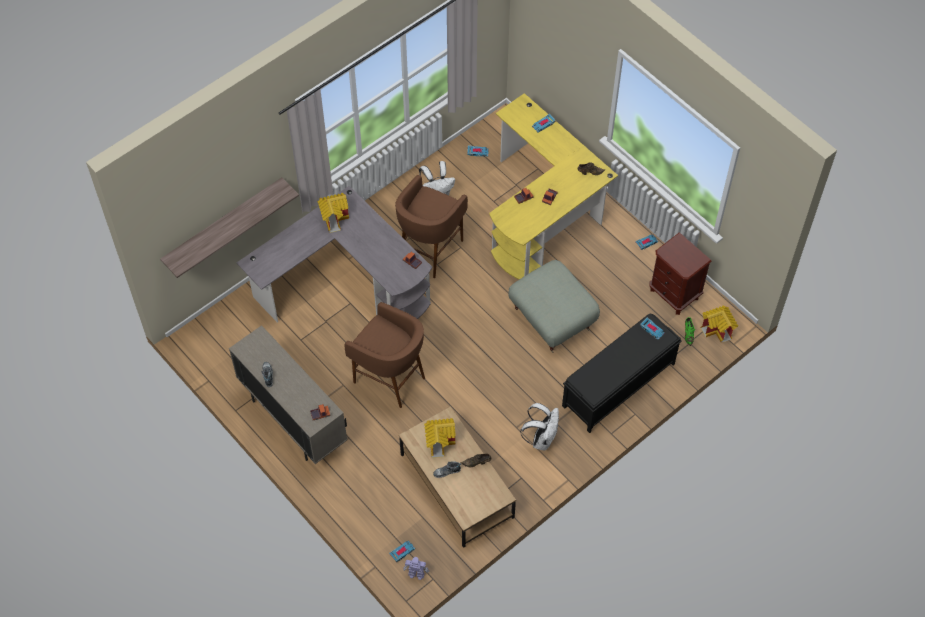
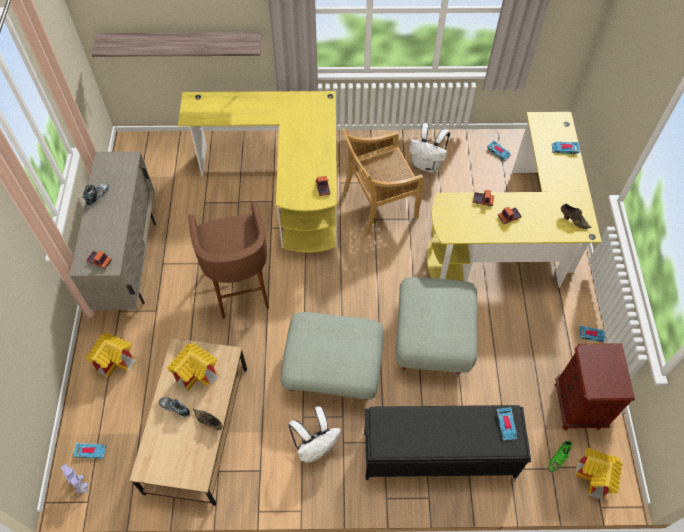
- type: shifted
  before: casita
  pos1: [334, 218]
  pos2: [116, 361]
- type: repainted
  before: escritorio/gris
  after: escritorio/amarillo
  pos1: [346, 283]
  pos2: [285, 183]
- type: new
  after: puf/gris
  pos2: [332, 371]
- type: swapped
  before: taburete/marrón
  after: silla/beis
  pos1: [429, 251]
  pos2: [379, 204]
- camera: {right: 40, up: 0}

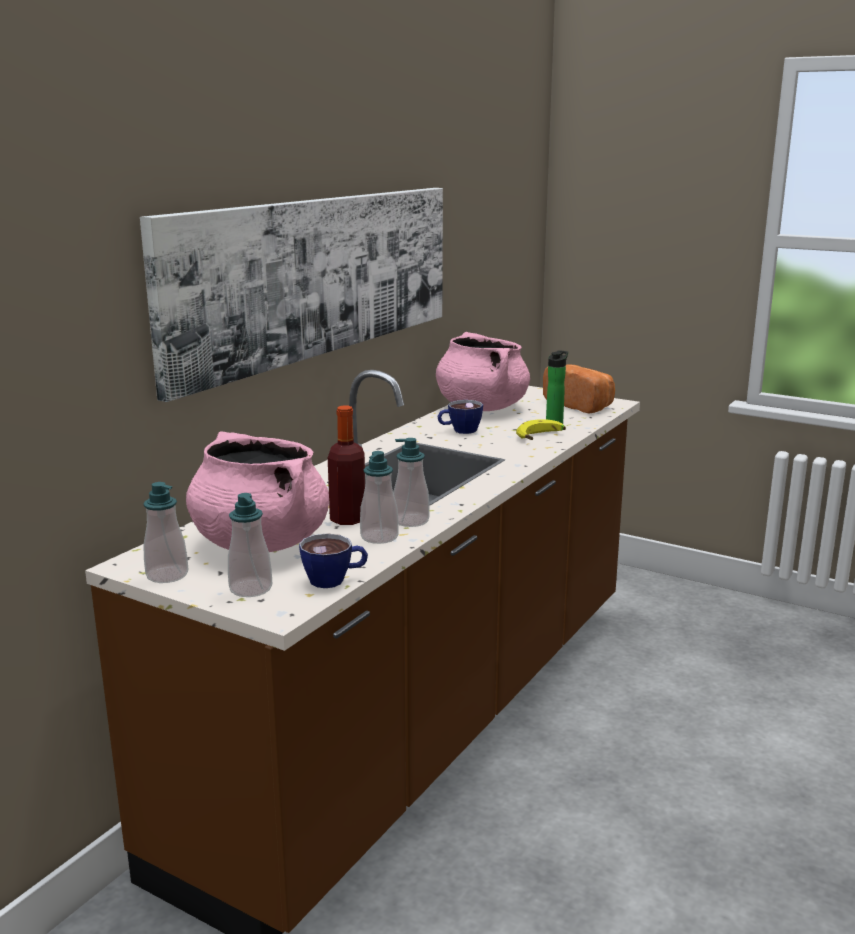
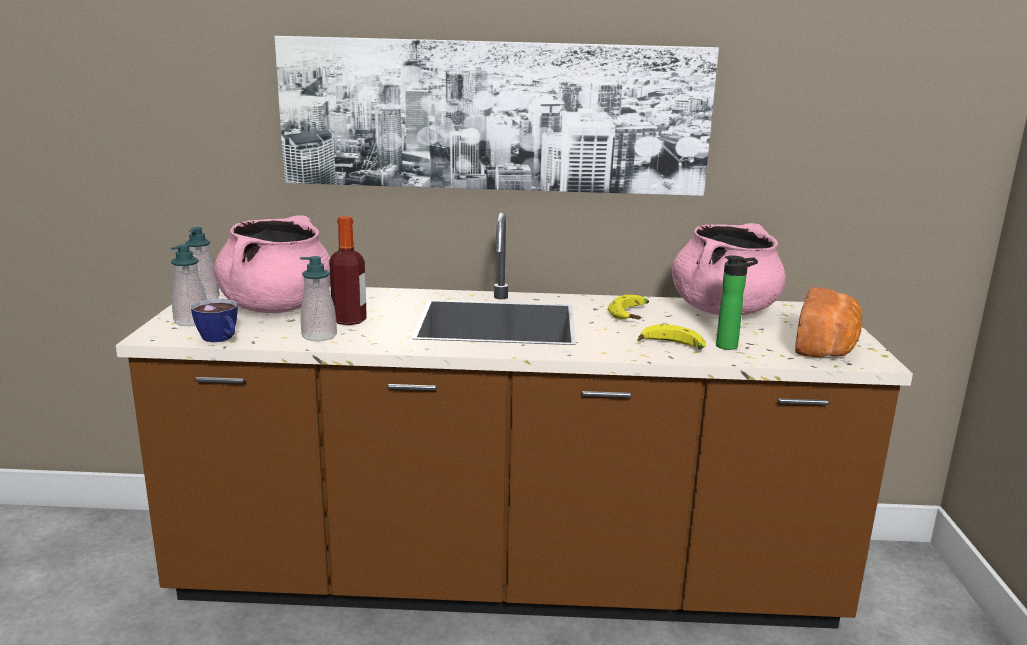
- type: swapped
  before: taza
  after: plátano
  pos1: [459, 431]
  pos2: [633, 315]
- type: gone
  before: dispensador de jabón
  pos1: [411, 521]
- camera: {right: 60, up: 0}

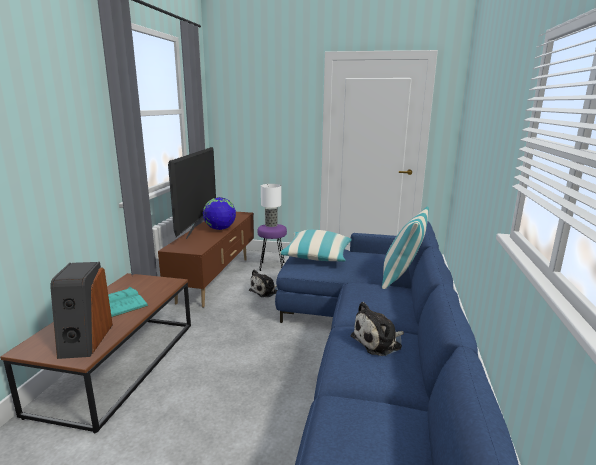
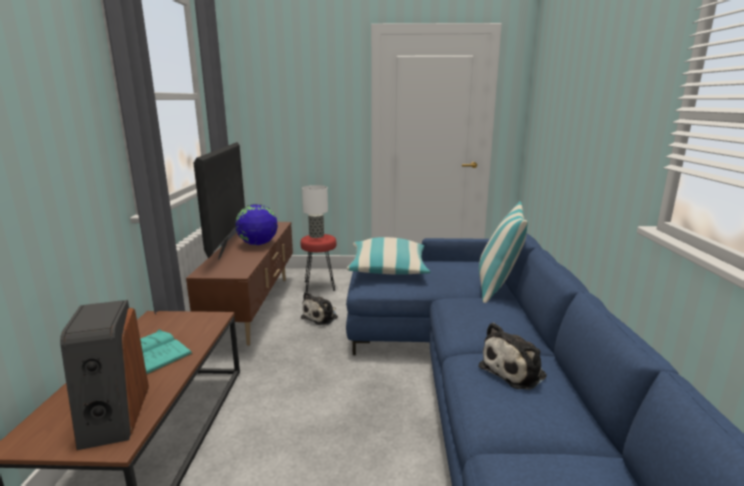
- type: repainted
  before: taburete/morado
  after: taburete/rojo
  pos1: [272, 266]
  pos2: [320, 286]
- camera: {right: -10, up: 0}

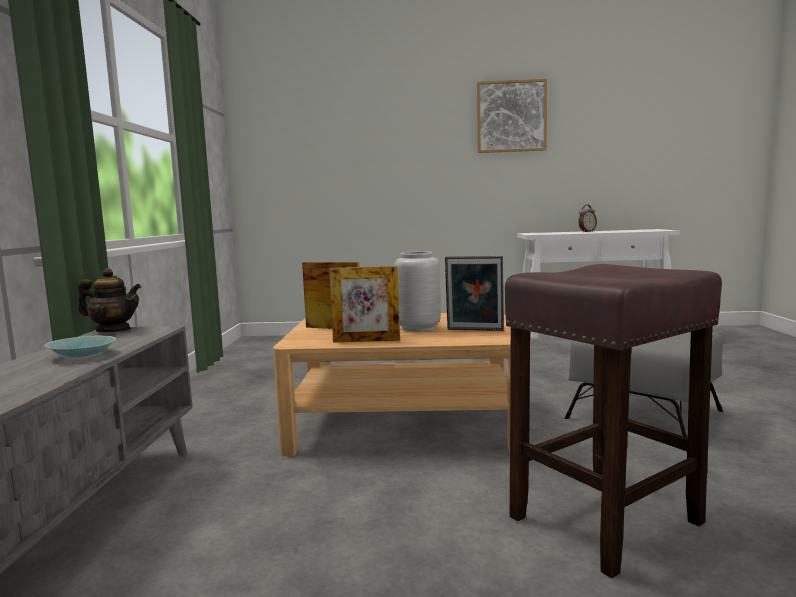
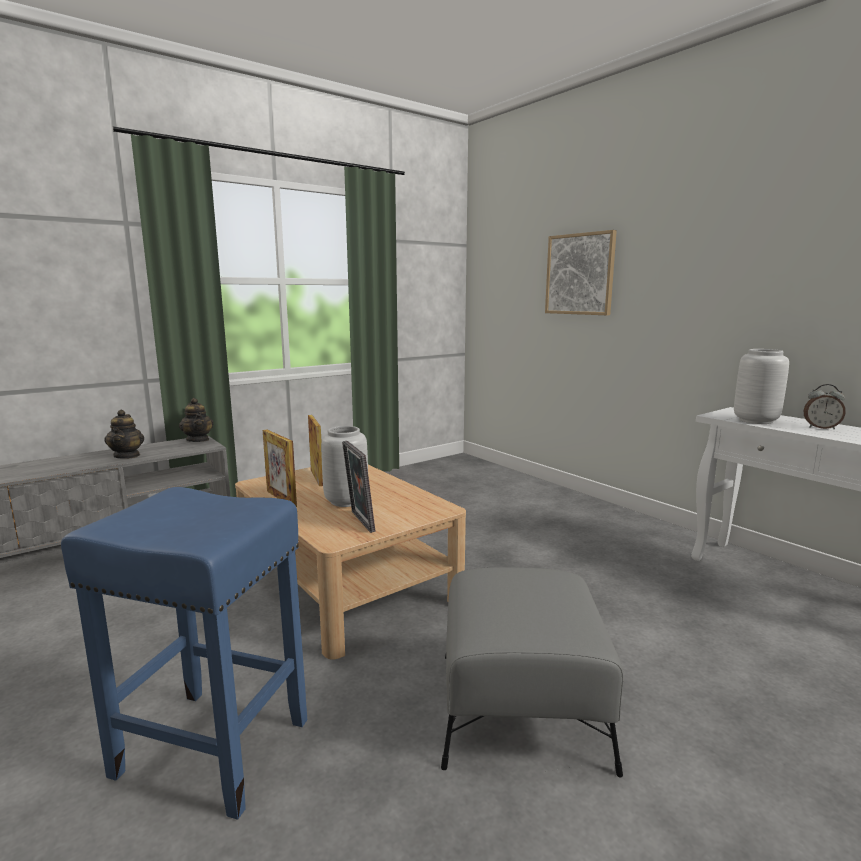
- type: repainted
  before: taburete/marrón
  after: taburete/azul
  pos1: [603, 521]
  pos2: [209, 747]
- type: swapped
  before: cuenco/turquesa
  after: tetera
  pos1: [83, 355]
  pos2: [127, 456]
- type: shifted
  before: cuadro
  pos1: [511, 116]
  pos2: [580, 274]
- type: new
  after: florero/gris
  pos2: [754, 420]
- camera: {right: 50, up: 5}

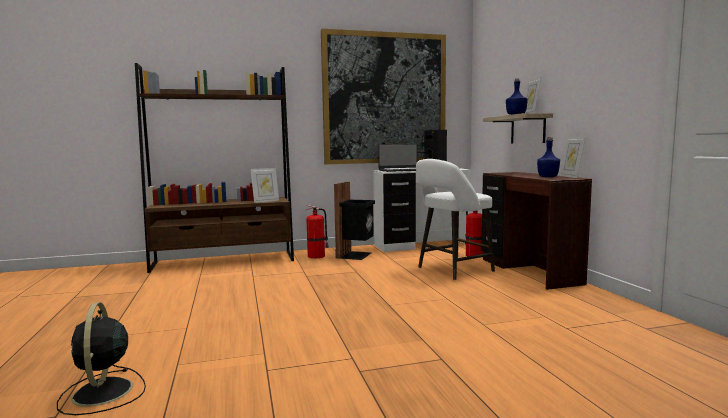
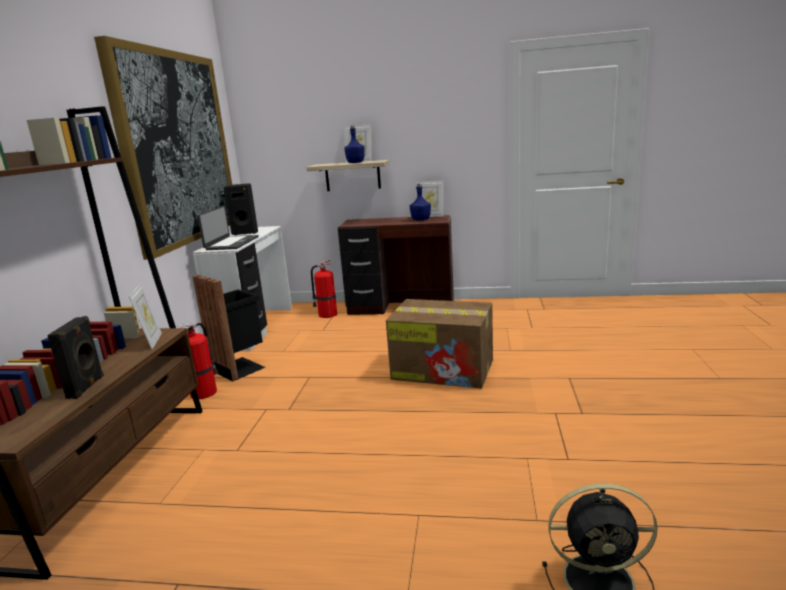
- type: new
  after: altavoz/negro
  pos2: [87, 387]
- type: new
  after: caja de cartón
  pos2: [444, 369]
- type: gone
  before: taburete/blanco
  pos1: [452, 270]
- camera: {right: -65, up: 10}

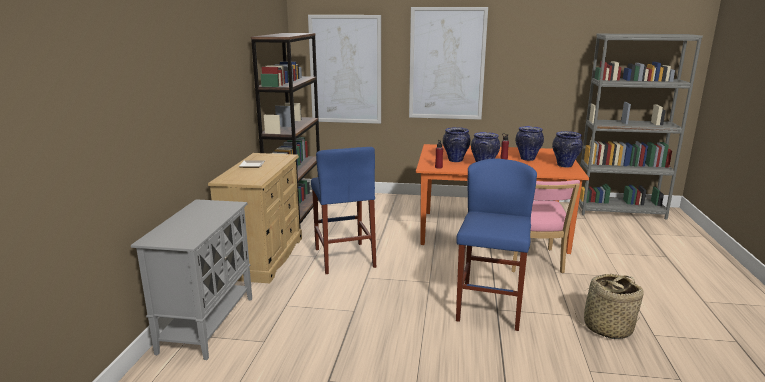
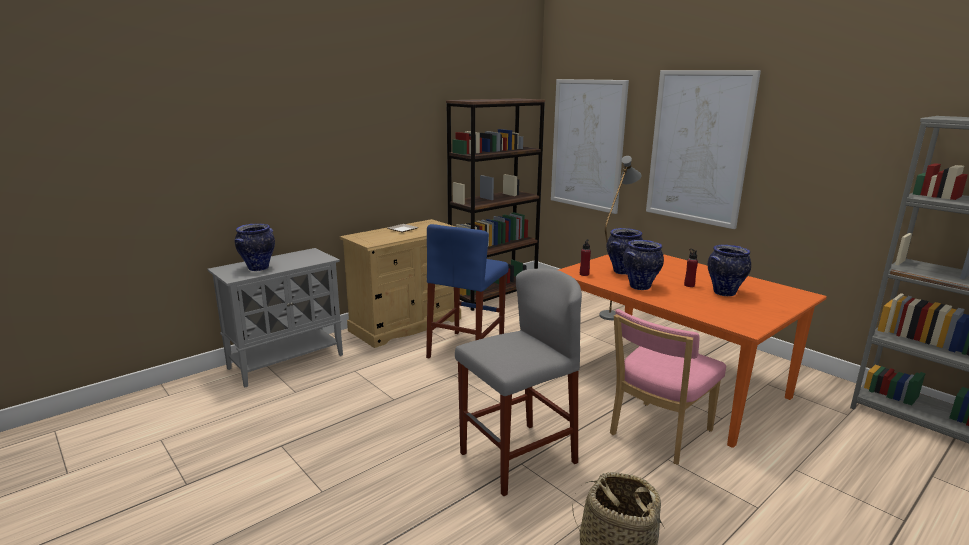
- type: shifted
  before: florero
  pos1: [565, 165]
  pos2: [258, 268]
- type: repainted
  before: taburete/azul
  after: taburete/gris
  pos1: [490, 307]
  pos2: [517, 457]
- type: new
  after: lámpara de pie/gris
  pos2: [612, 313]
- camera: {right: 40, up: 0}

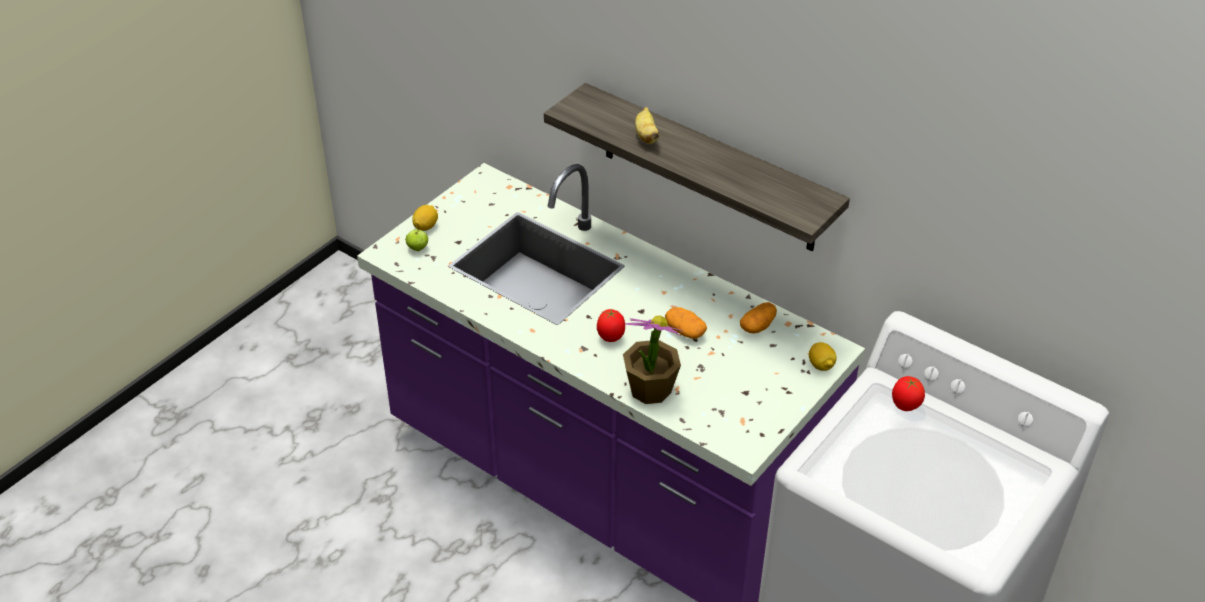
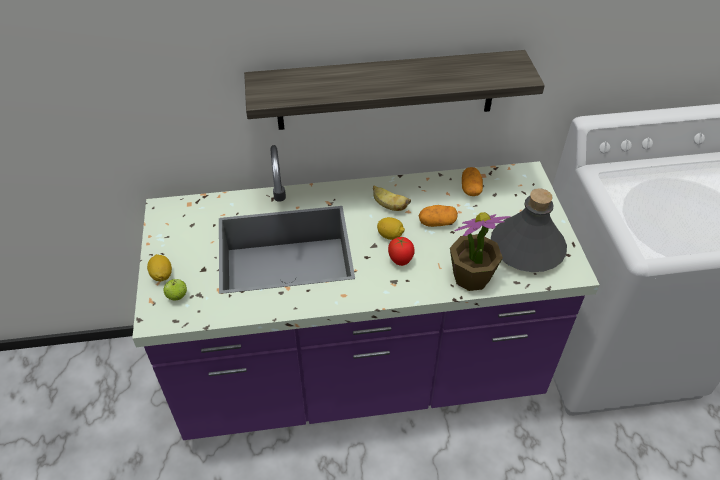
- type: shifted
  before: plátano
  pos1: [646, 136]
  pos2: [389, 206]
- type: shifted
  before: limón
  pos1: [821, 365]
  pos2: [390, 235]
- type: new
  after: botella/gris
  pos2: [526, 248]
- type: gone
  before: tomate
  pos1: [905, 406]
- camera: {right: -45, up: 5}

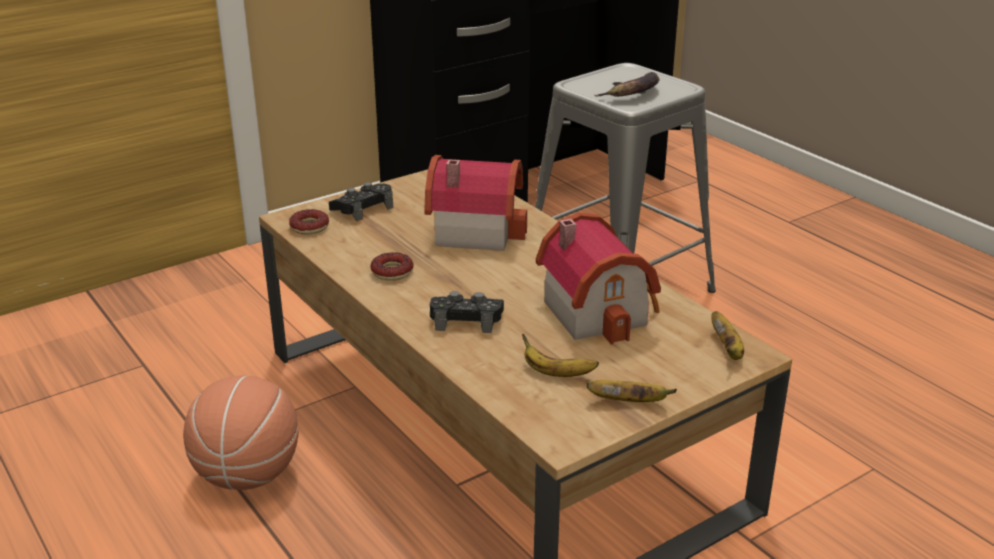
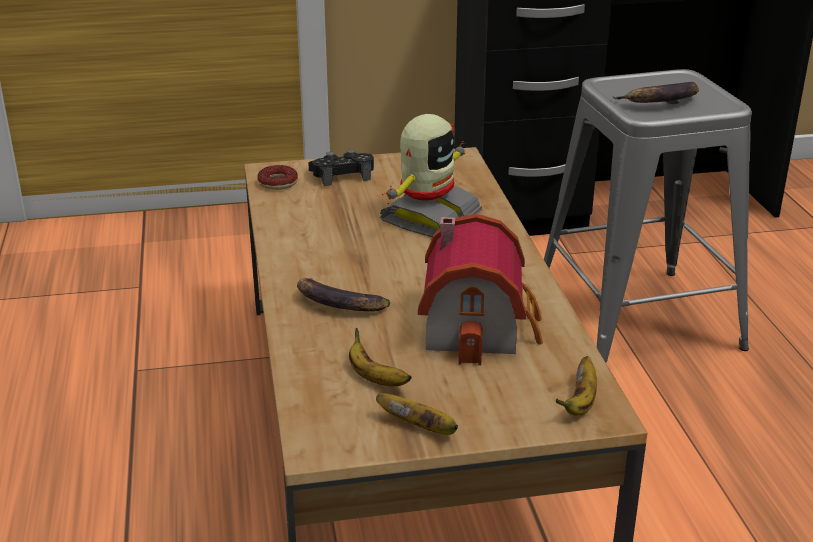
- type: swapped
  before: mando de consola/negro
  after: plátano
  pos1: [466, 320]
  pos2: [338, 303]
- type: swapped
  before: casita
  after: robot de juguete
  pos1: [474, 229]
  pos2: [428, 217]
- type: gone
  before: balón de baloncesto
  pos1: [248, 474]
- type: gone
  before: rosquilla
  pos1: [392, 272]
- camera: {right: 25, up: 0}

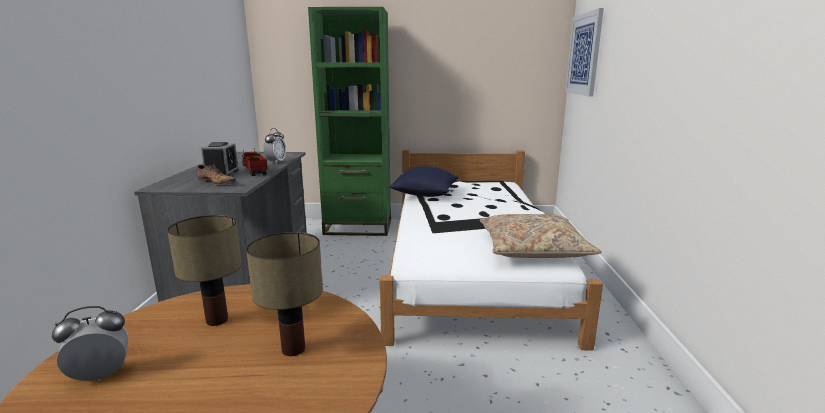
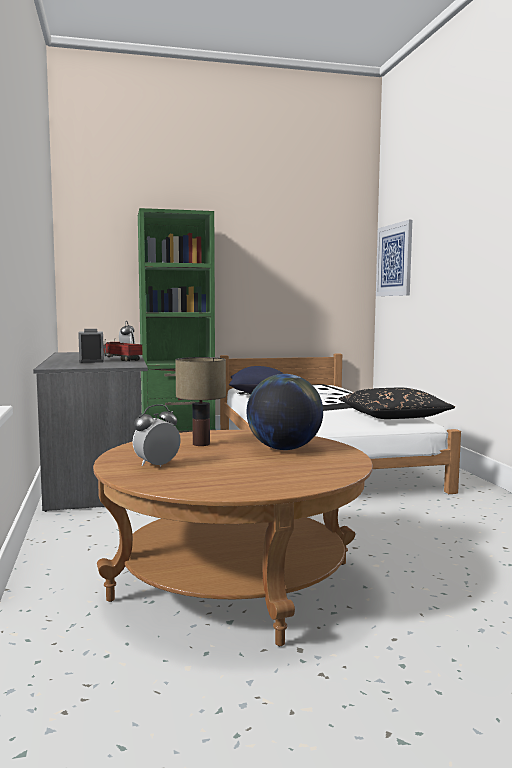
- type: swapped
  before: lámpara de mesa
  after: globo terráqueo
  pos1: [293, 348]
  pos2: [284, 449]
- type: repainted
  before: cojín/beis
  after: cojín/negro
  pos1: [532, 248]
  pos2: [393, 416]
- type: gone
  before: zapato
  pos1: [216, 183]
- camera: {right: -15, up: -10}

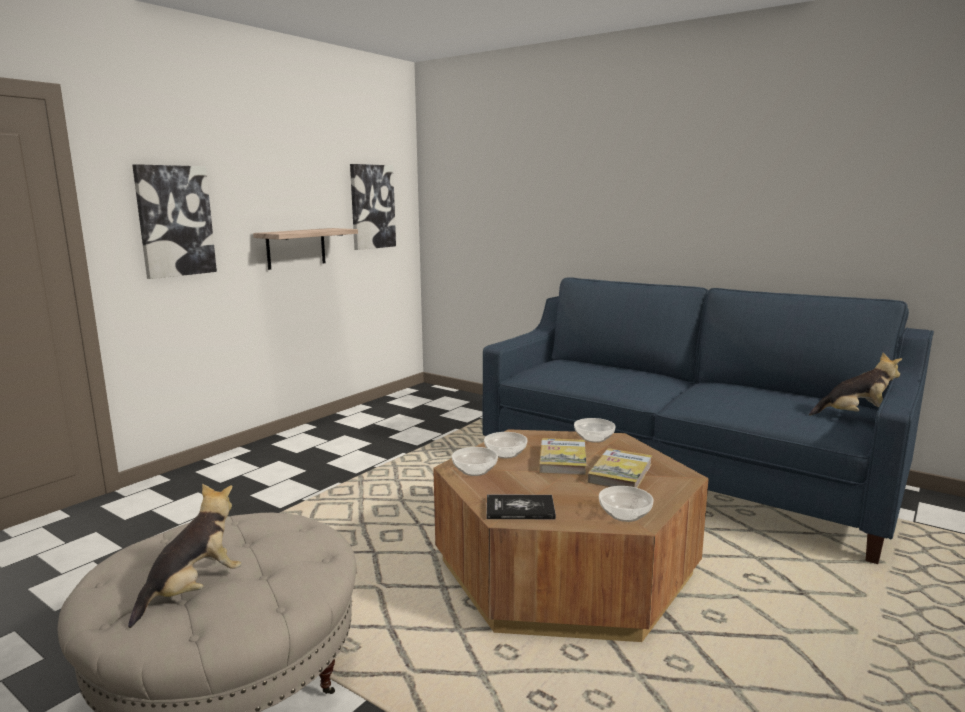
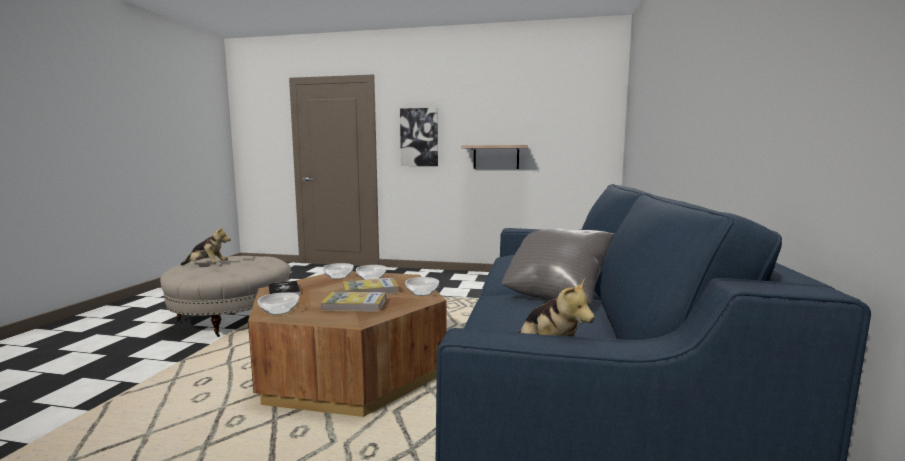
- type: new
  after: cojín/gris
  pos2: [556, 295]
- type: gone
  before: cuadro
  pos1: [372, 206]
- camera: {right: 65, up: -5}

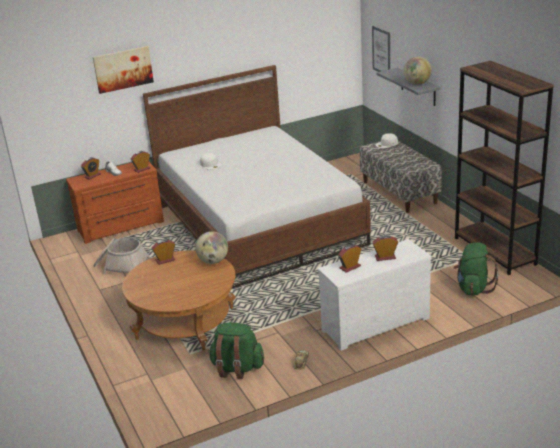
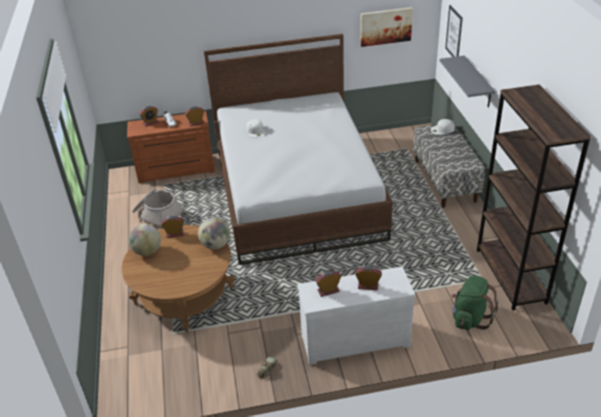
- type: shifted
  before: globo terráqueo
  pos1: [417, 84]
  pos2: [147, 251]
- type: shifted
  before: cuadro
  pos1: [123, 69]
  pos2: [385, 26]
- type: gone
  before: mochila/verde
  pos1: [237, 368]
- camera: {right: 15, up: 10}

